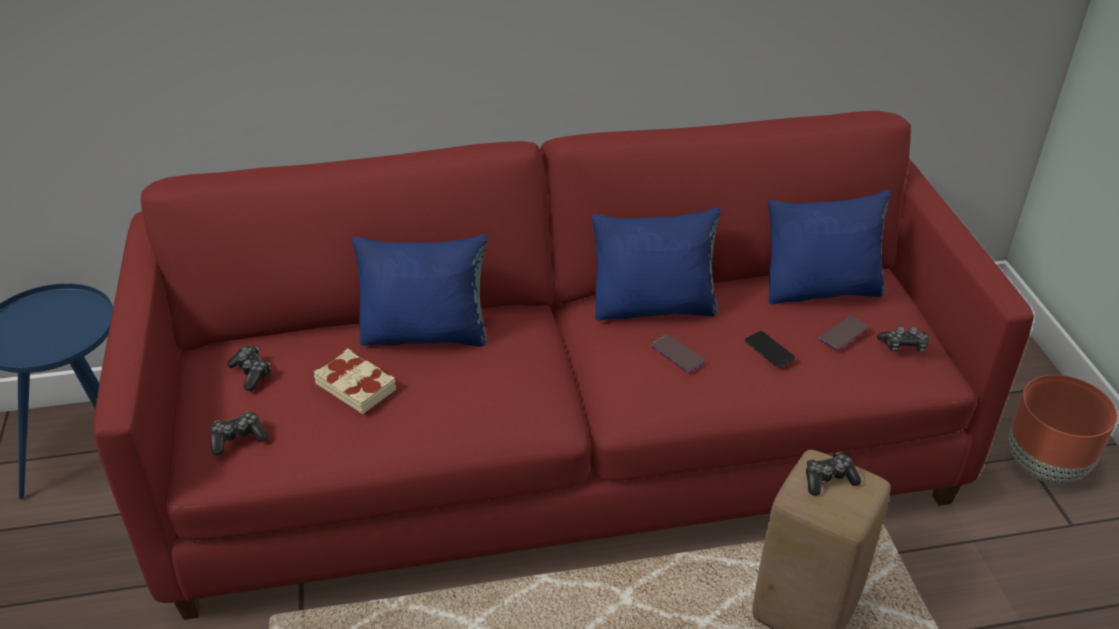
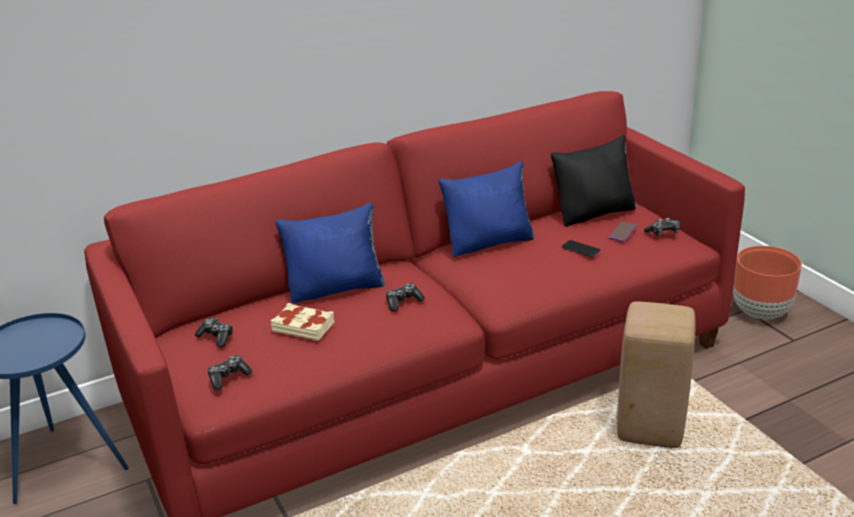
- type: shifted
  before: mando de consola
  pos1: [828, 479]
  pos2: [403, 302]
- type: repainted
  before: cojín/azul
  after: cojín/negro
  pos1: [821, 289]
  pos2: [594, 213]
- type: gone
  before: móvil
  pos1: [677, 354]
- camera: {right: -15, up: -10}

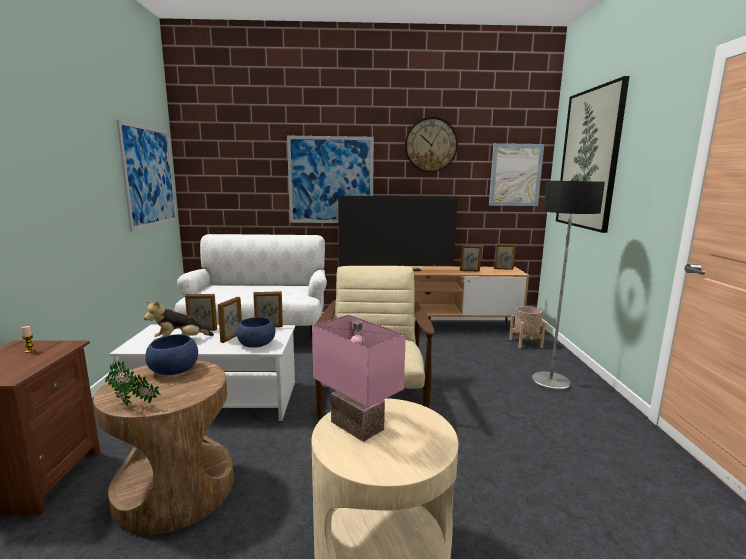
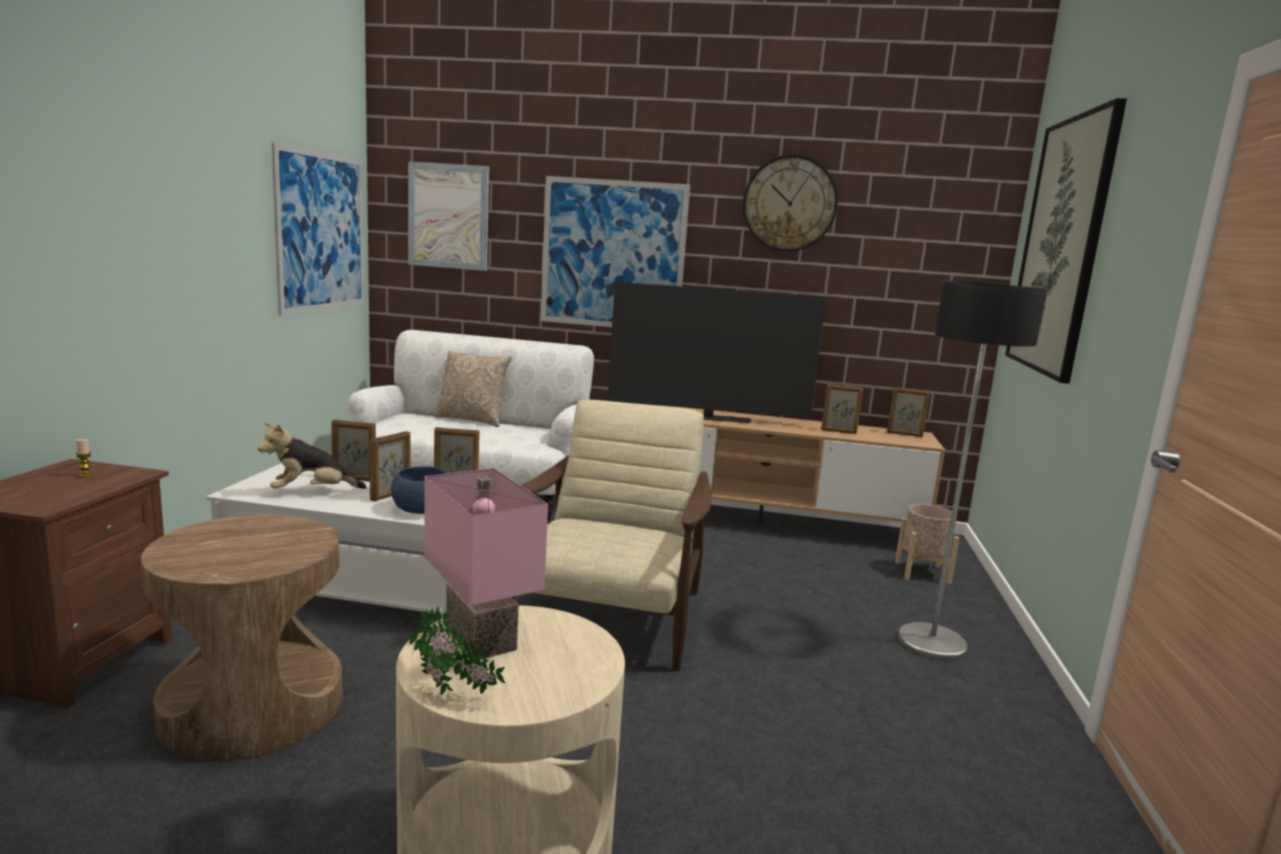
- type: shifted
  before: cuadro
  pos1: [515, 175]
  pos2: [448, 216]
- type: shifted
  before: planta en maceta
  pos1: [134, 406]
  pos2: [455, 695]
- type: new
  after: cojín
  pos2: [472, 419]
- type: gone
  before: cuenco/azul
  pos1: [173, 370]
- camera: {right: 10, up: 0}

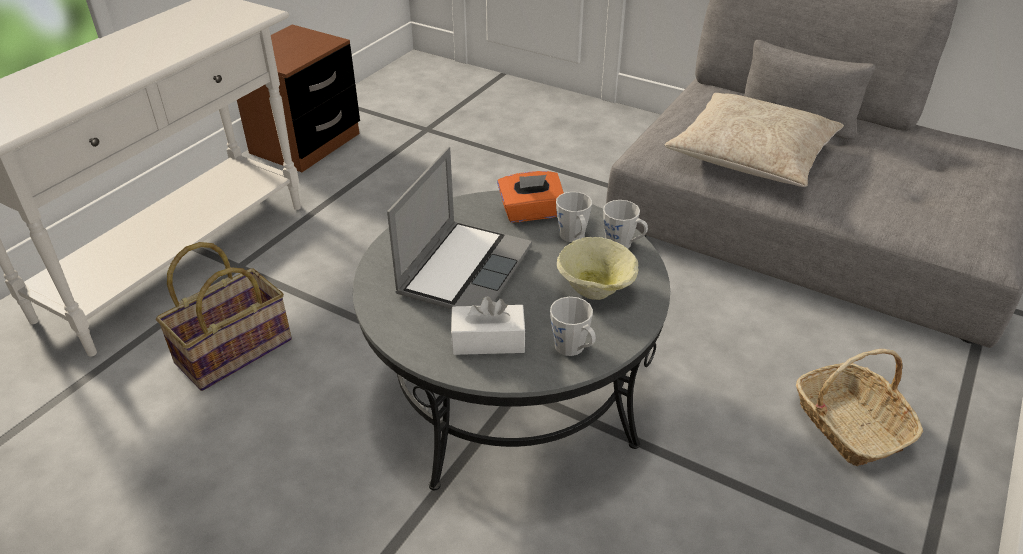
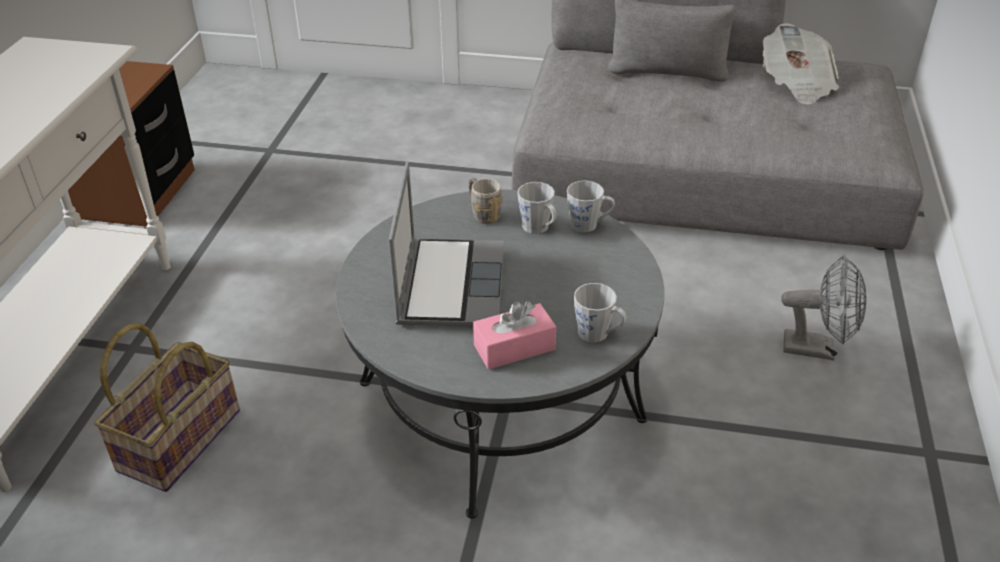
- type: swapped
  before: caja de pañuelos/naranja
  after: taza grande/gris
  pos1: [531, 213]
  pos2: [483, 213]
- type: repainted
  before: caja de pañuelos/blanco
  after: caja de pañuelos/rosa
  pos1: [488, 341]
  pos2: [514, 347]
- type: new
  after: periódico
  pos2: [796, 84]
- type: swapped
  before: cesta
  after: ventilador/gris
  pos1: [848, 425]
  pos2: [817, 348]
- type: gone
  before: cuenco/beis
  pos1: [596, 287]
- type: gone
  before: cojín/beis
  pos1: [751, 154]
- camera: {right: -20, up: 0}

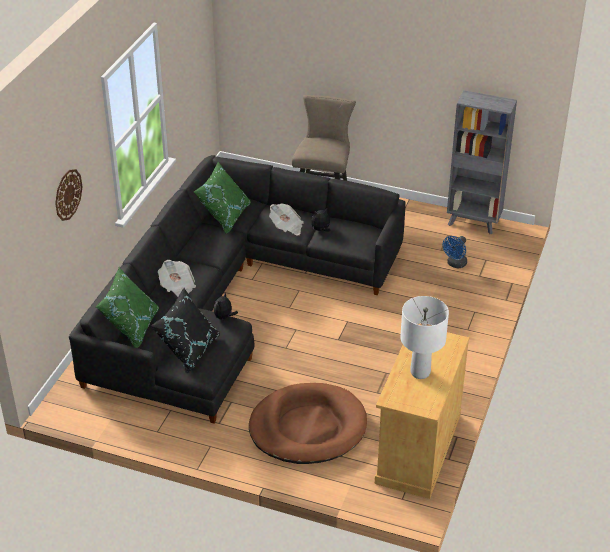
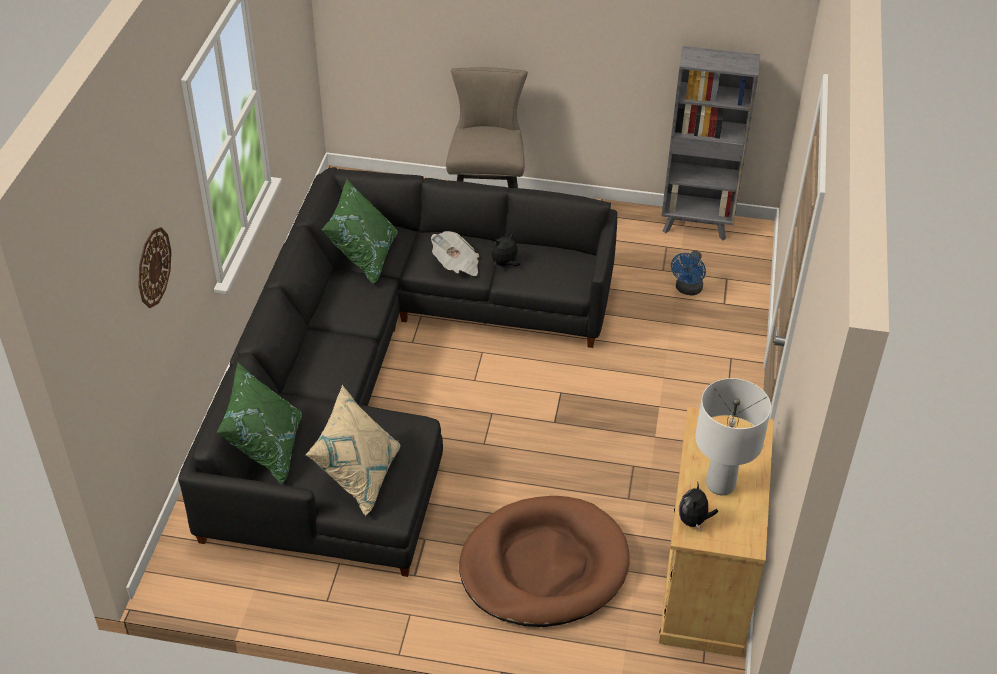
- type: repainted
  before: cojín/negro
  after: cojín/beis
  pos1: [188, 350]
  pos2: [358, 475]
- type: shifted
  before: peluche
  pos1: [224, 317]
  pos2: [694, 520]
- type: gone
  before: periódico
  pos1: [177, 287]
- camera: {right: -10, up: 5}

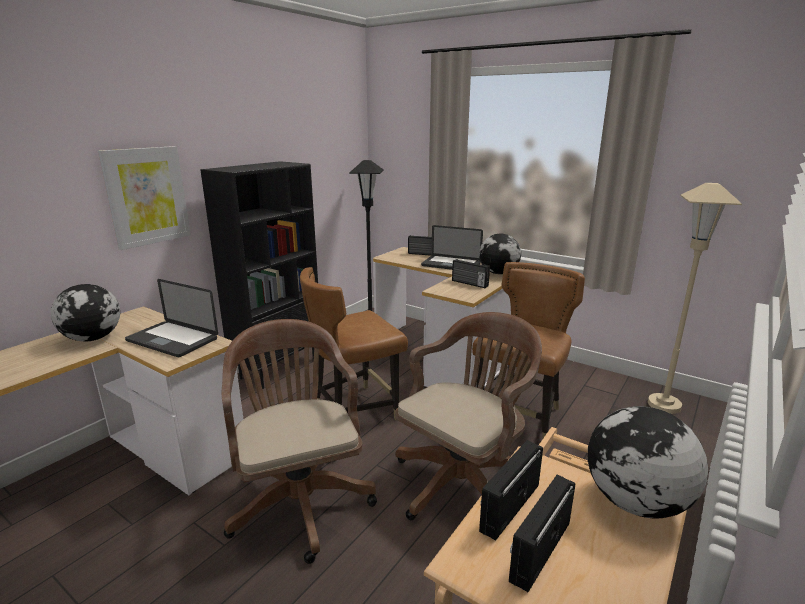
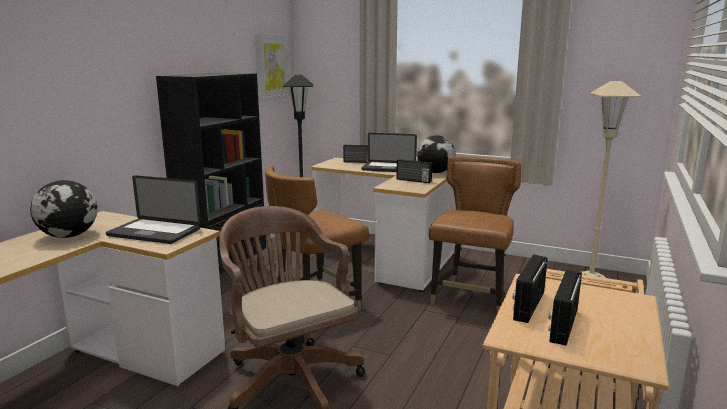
- type: shifted
  before: cuadro
  pos1: [147, 196]
  pos2: [272, 67]
- type: gone
  before: silla de oficina/marrón
  pos1: [464, 480]
- type: gone
  before: globo terráqueo
  pos1: [634, 502]
- camera: {right: -10, up: -5}

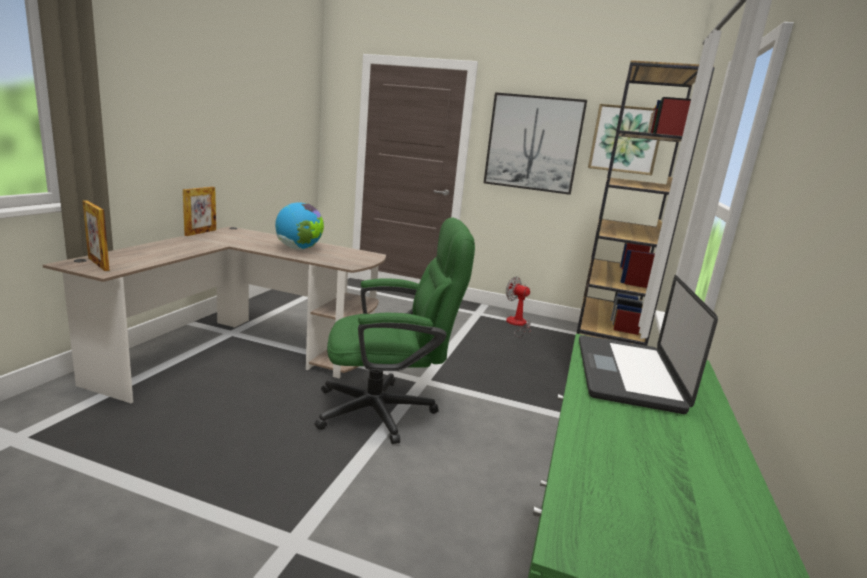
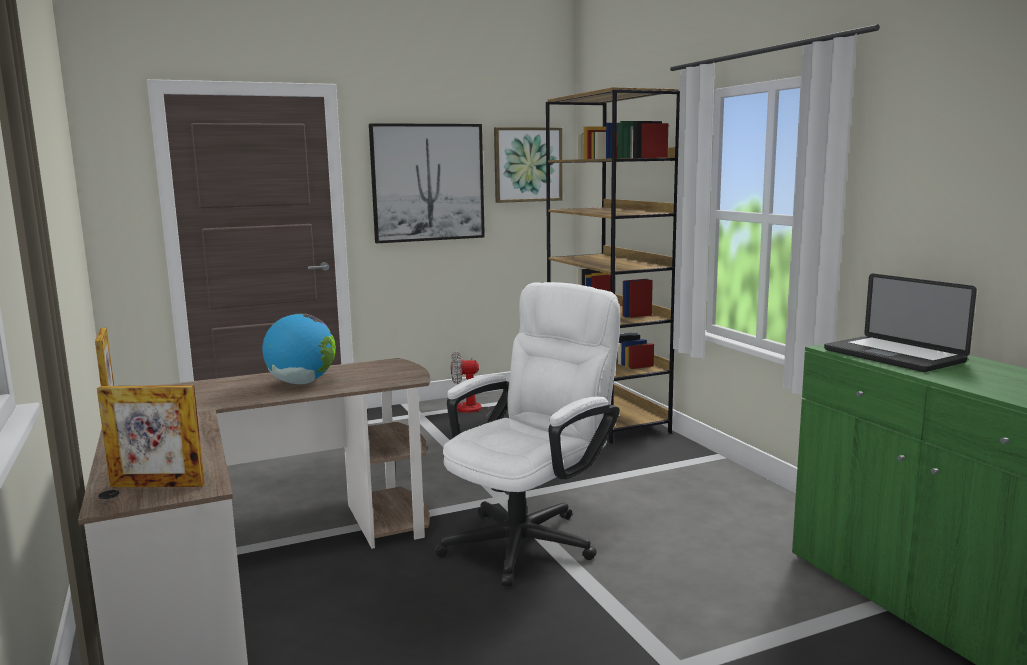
- type: repainted
  before: silla de oficina/verde
  after: silla de oficina/blanco
  pos1: [387, 411]
  pos2: [530, 539]
- camera: {right: -40, up: -5}

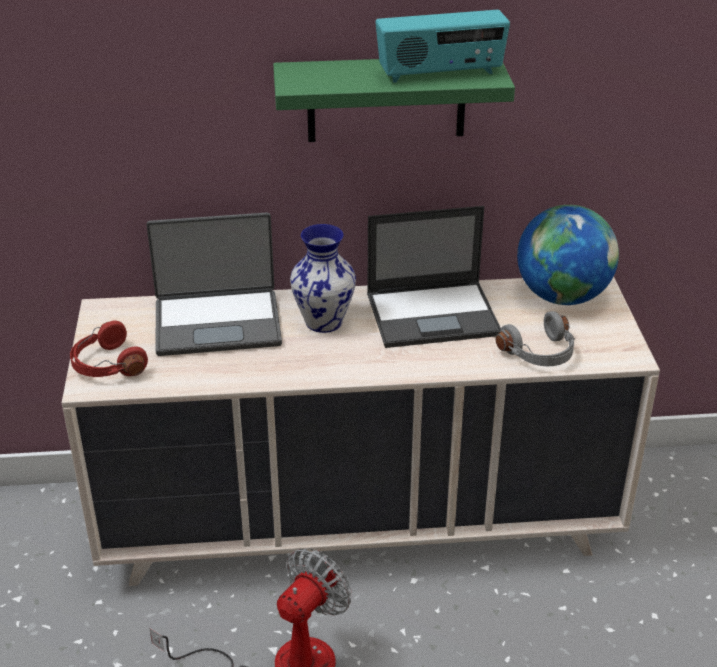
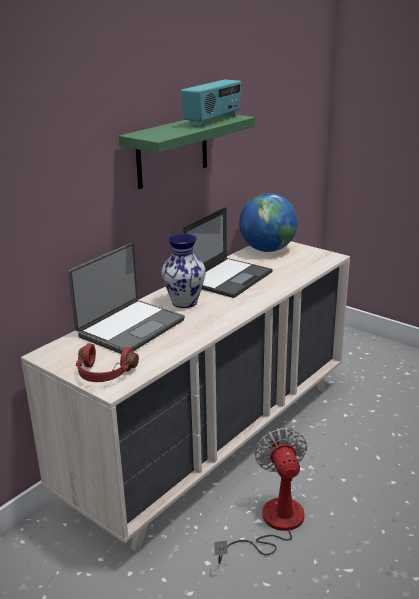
- type: gone
  before: auriculares/gris
  pos1: [540, 354]
- camera: {right: -45, up: -10}

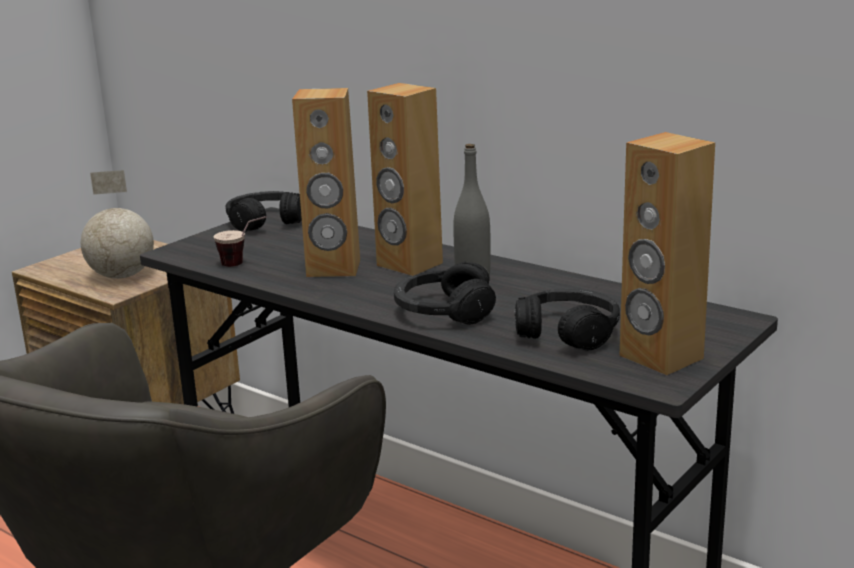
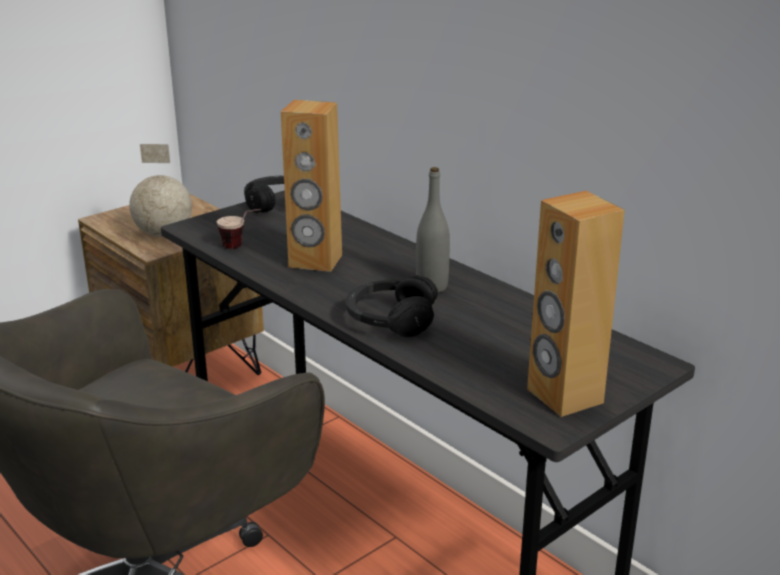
- type: gone
  before: altavoz/marrón
  pos1: [409, 264]
- type: gone
  before: auriculares/negro
  pos1: [568, 332]
- camera: {right: 10, up: 5}

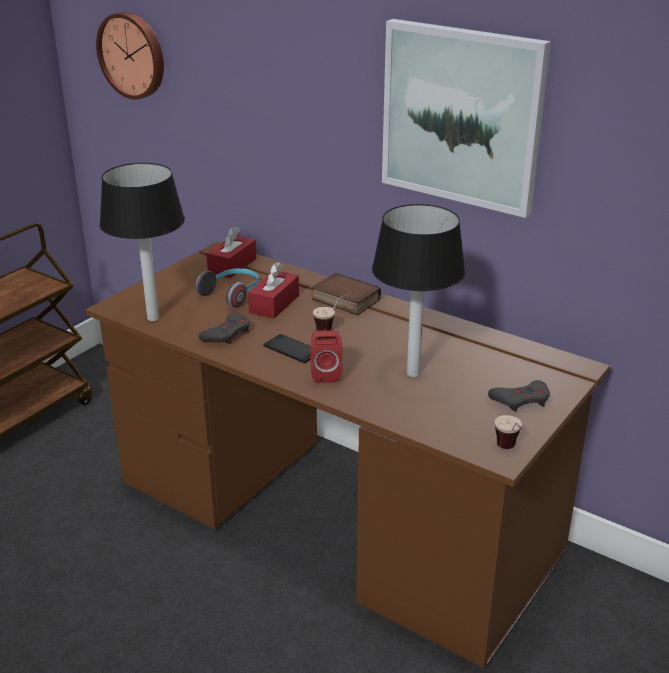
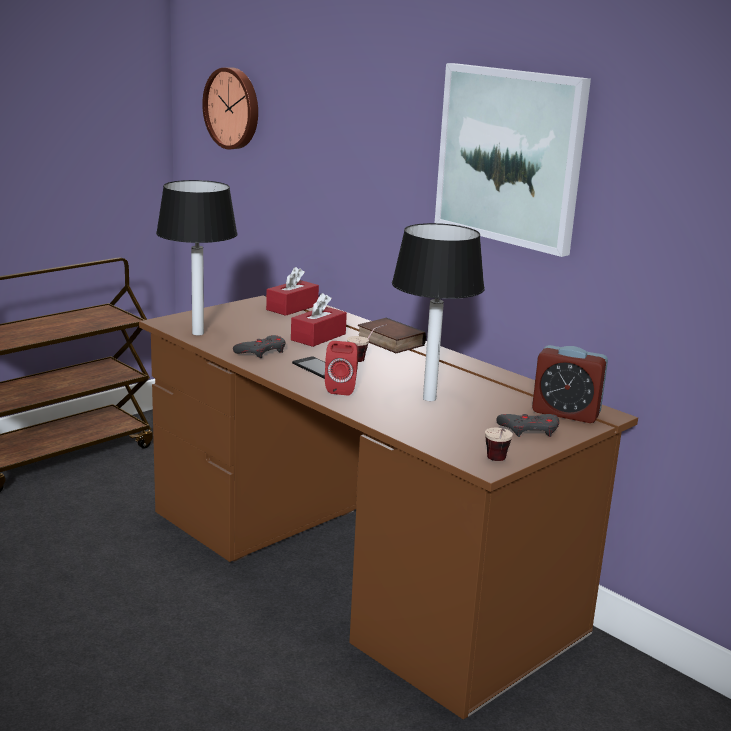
- type: new
  after: despertador
  pos2: [565, 413]
- type: gone
  before: auriculares
  pos1: [232, 294]
- camera: {right: 10, up: -10}

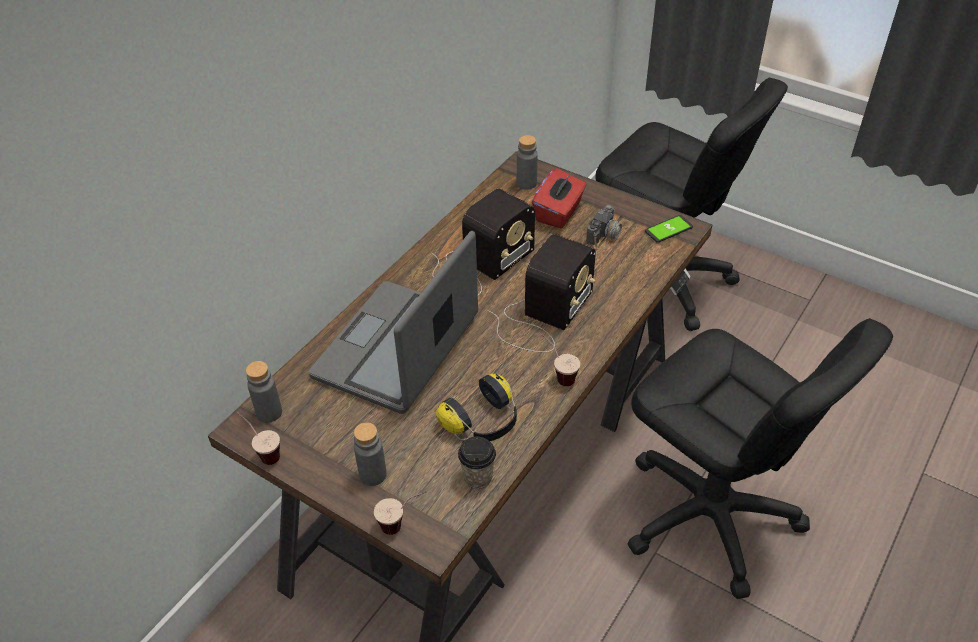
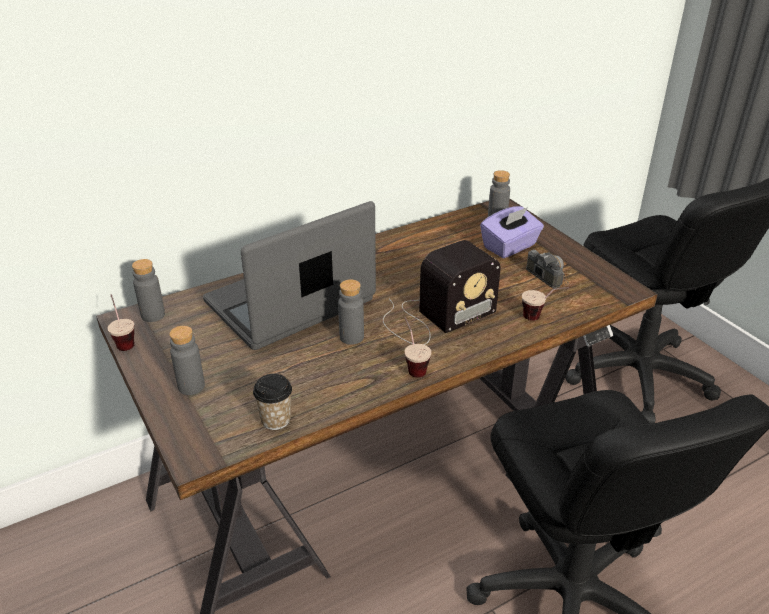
- type: new
  after: botella/gris
  pos2: [351, 337]
- type: repainted
  before: caja de pañuelos/rojo
  after: caja de pañuelos/morado
  pos1: [559, 212]
  pos2: [510, 247]
- type: shifted
  before: taza
  pos1: [403, 524]
  pos2: [541, 317]
- type: rotated
  before: cámara
  pos1: [608, 232]
  pos2: [546, 273]
  turn: -90
- type: gone
  before: radio
  pos1: [480, 265]
- type: gone
  before: auriculares
  pos1: [483, 422]
- type: gone
  before: móvil
  pos1: [668, 229]
- camera: {right: 25, up: -10}

